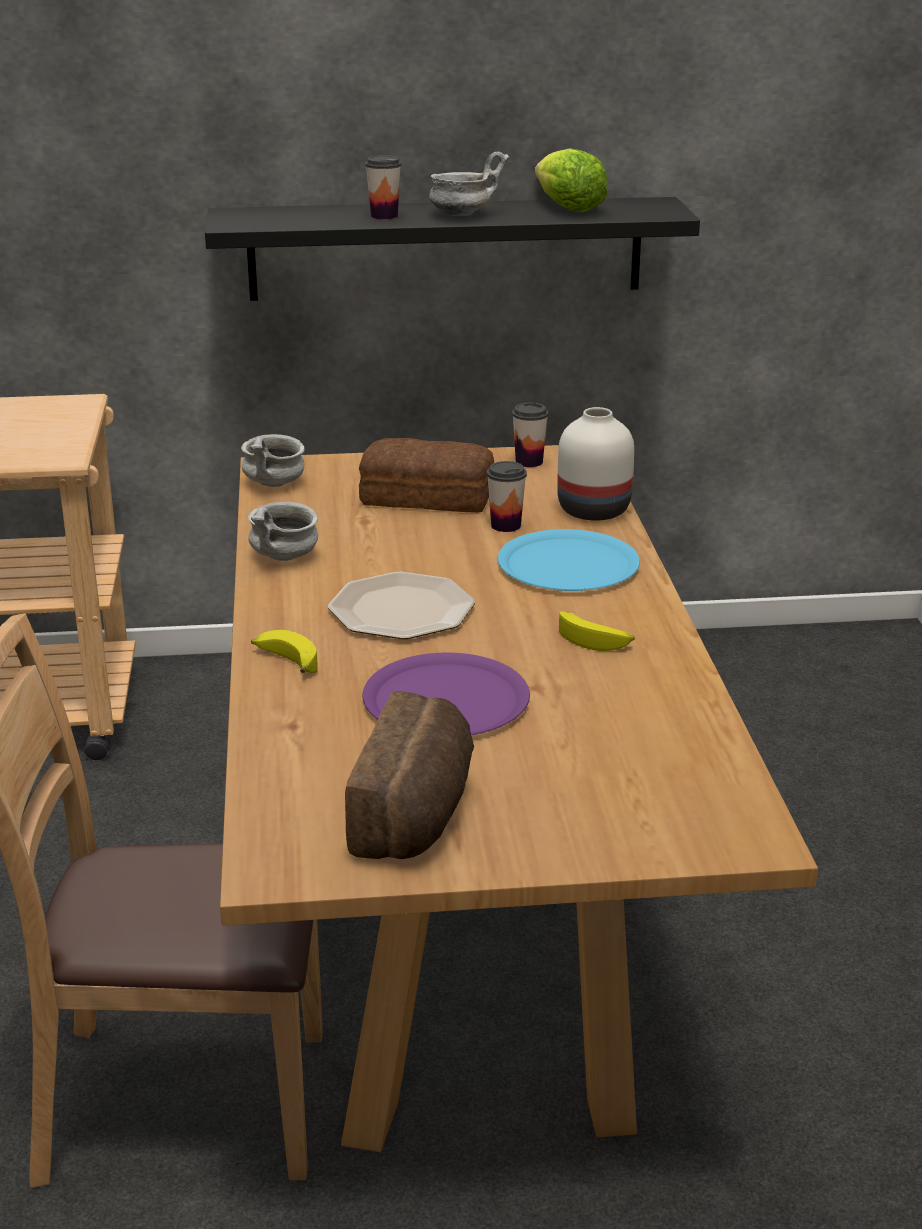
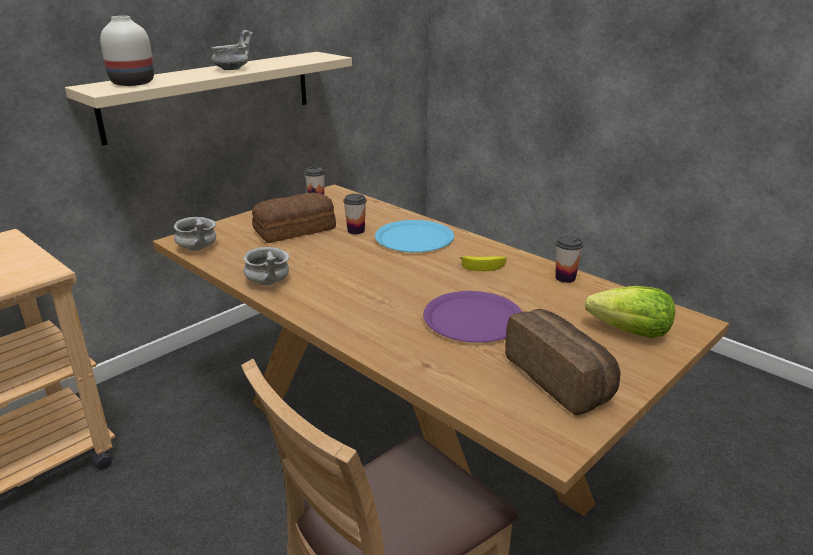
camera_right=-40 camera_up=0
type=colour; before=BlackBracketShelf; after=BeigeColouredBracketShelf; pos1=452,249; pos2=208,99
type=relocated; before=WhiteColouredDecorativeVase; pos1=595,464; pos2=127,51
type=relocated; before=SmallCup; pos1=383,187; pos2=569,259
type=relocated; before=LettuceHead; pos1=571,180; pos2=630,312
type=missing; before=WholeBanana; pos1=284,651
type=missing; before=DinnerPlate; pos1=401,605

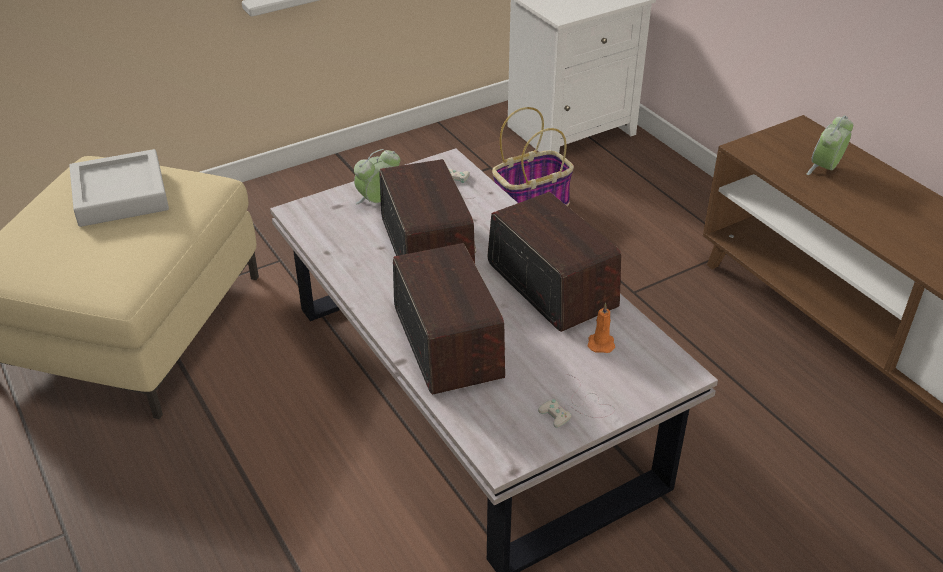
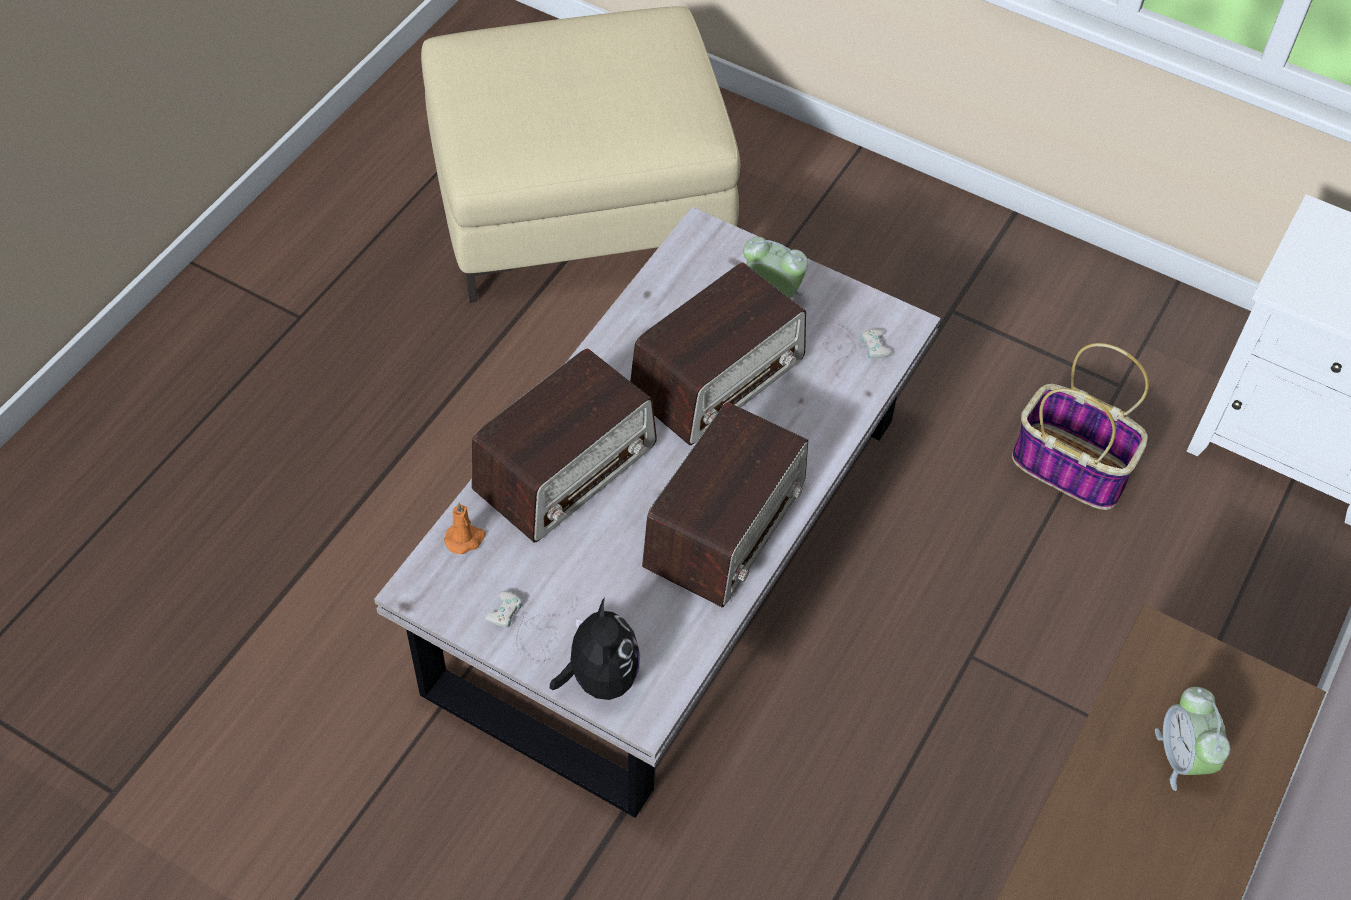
camera_right=60 camera_up=15
type=relocated; before=OrangeyCandle; pos1=601,328; pos2=465,528
type=appeared; after=PlushToy; pos2=595,648
type=spun; before=AlarmClock; pos1=830,145; pos2=1192,739; turn=-105
type=missing; before=GreyServingTray; pos1=119,188

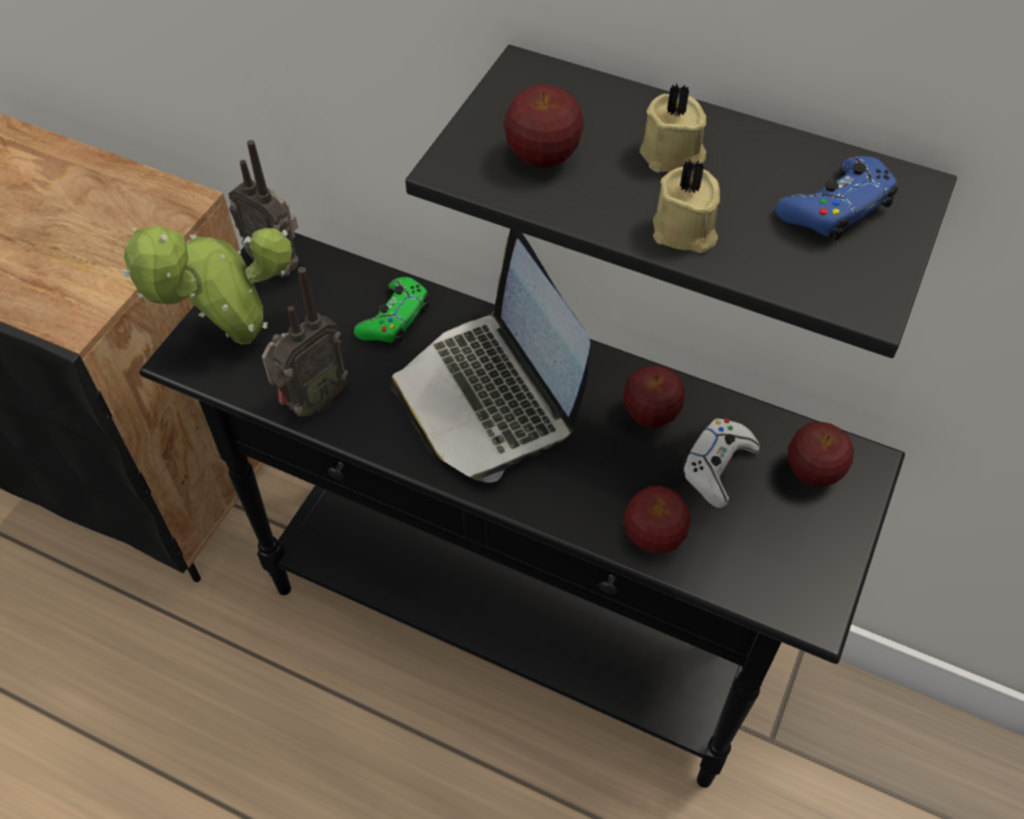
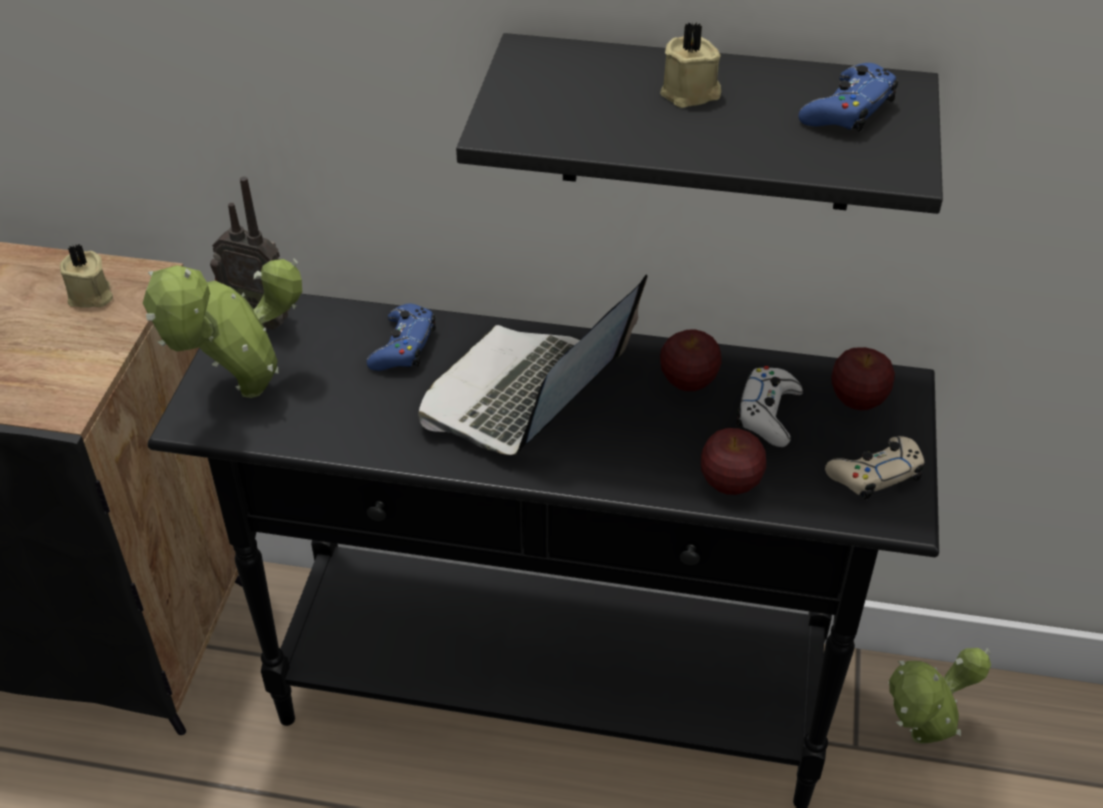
camera_right=-15 camera_up=-10
type=relocated; before=BeigeColouredCandle; pos1=686,206; pos2=86,276
type=colour; before=GreenJoypad; after=BluishJoypad; pos1=392,310; pos2=401,337
type=spun; before=NotebookComputer; pos1=490,356; pos2=532,364; turn=75
type=appeared; after=BeigeColouredJoypad; pos2=874,468
type=appeared; after=PlantInAPot; pos2=940,696
type=missing; before=RadioReceiver; pos1=305,342
type=missing; before=Apple; pos1=544,126

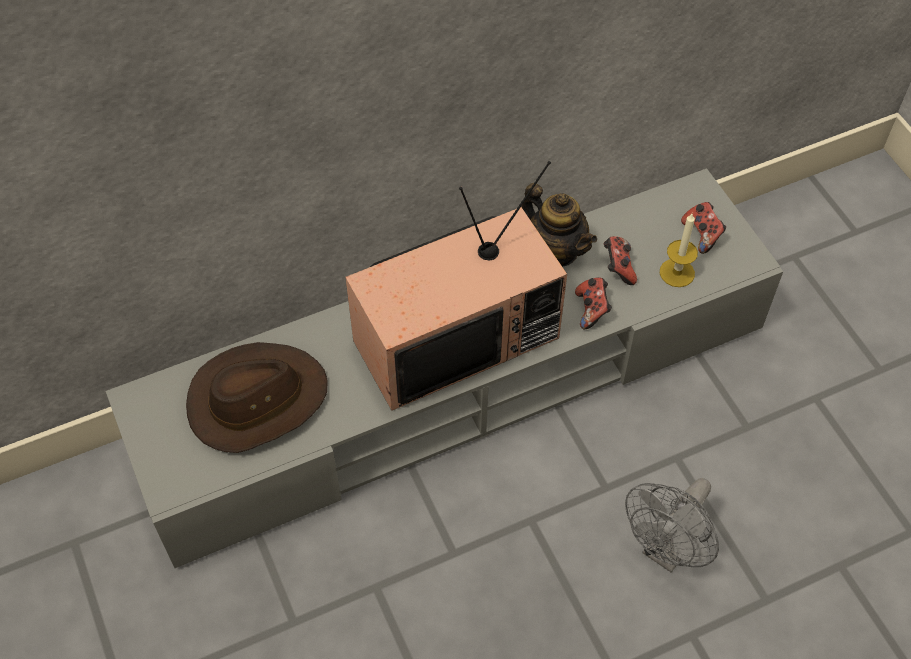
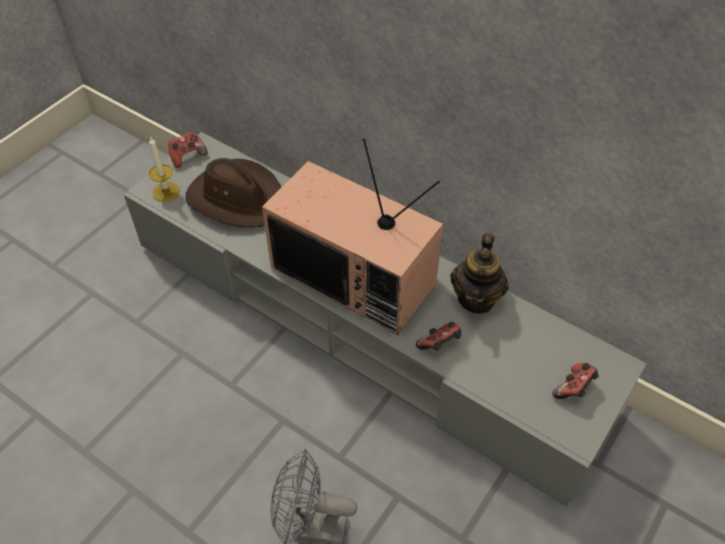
camera_right=60 camera_up=-5
type=relocated; before=Candle; pos1=679,250; pos2=164,169
type=relocated; before=Joypad; pos1=620,260; pos2=188,149

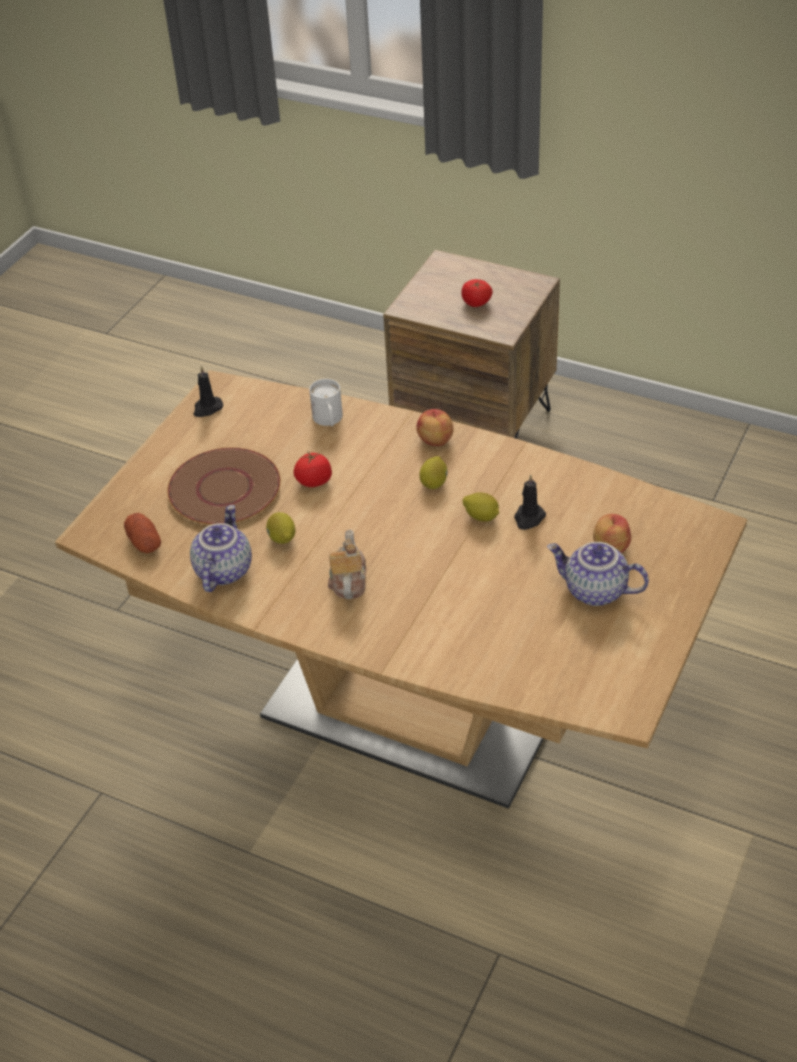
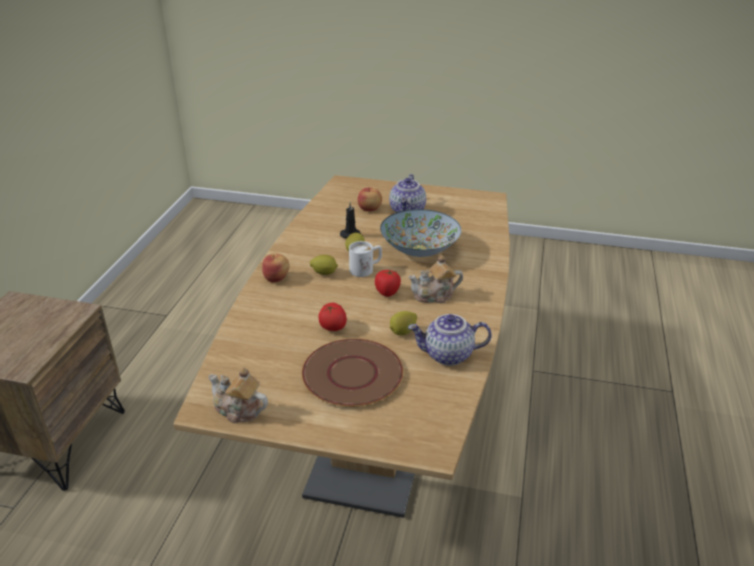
camera_right=-105 camera_up=-10
type=exchanged; before=BlackCandle; after=Teapot; pos1=208,391; pos2=238,395
type=relocated; before=WhiteColouredCoffeeMug; pos1=326,402; pos2=365,259
type=relocated; before=FreshTomato; pos1=477,293; pos2=388,283
type=appeared; after=ServingBowl; pos2=420,233
type=missing; before=Potato; pos1=142,533

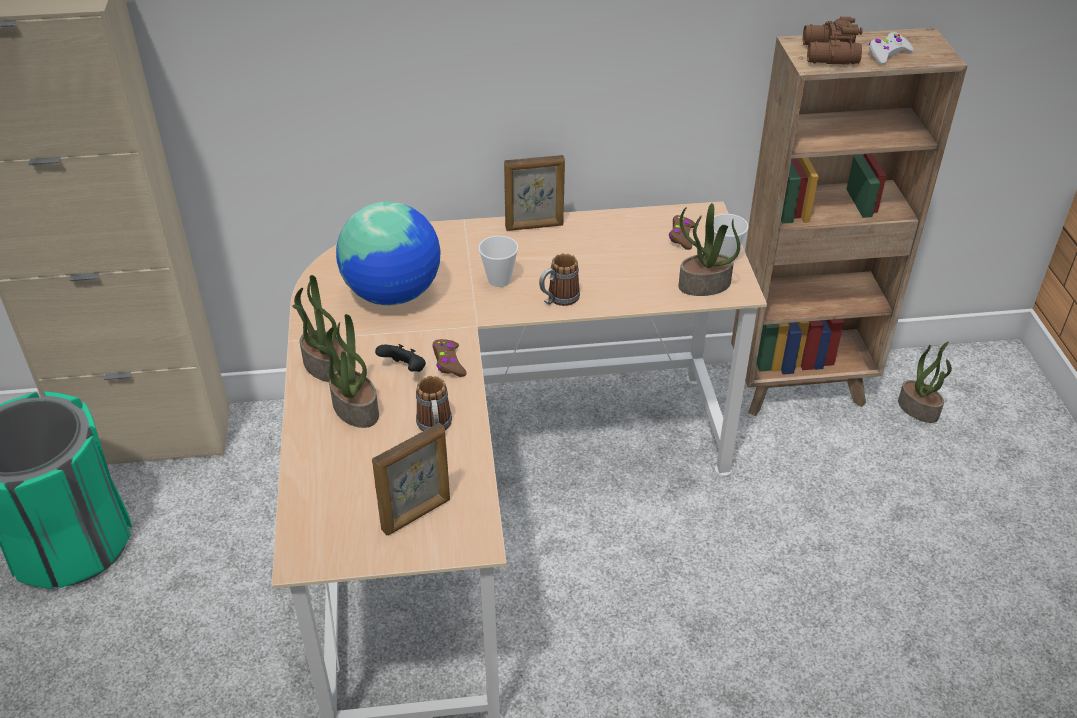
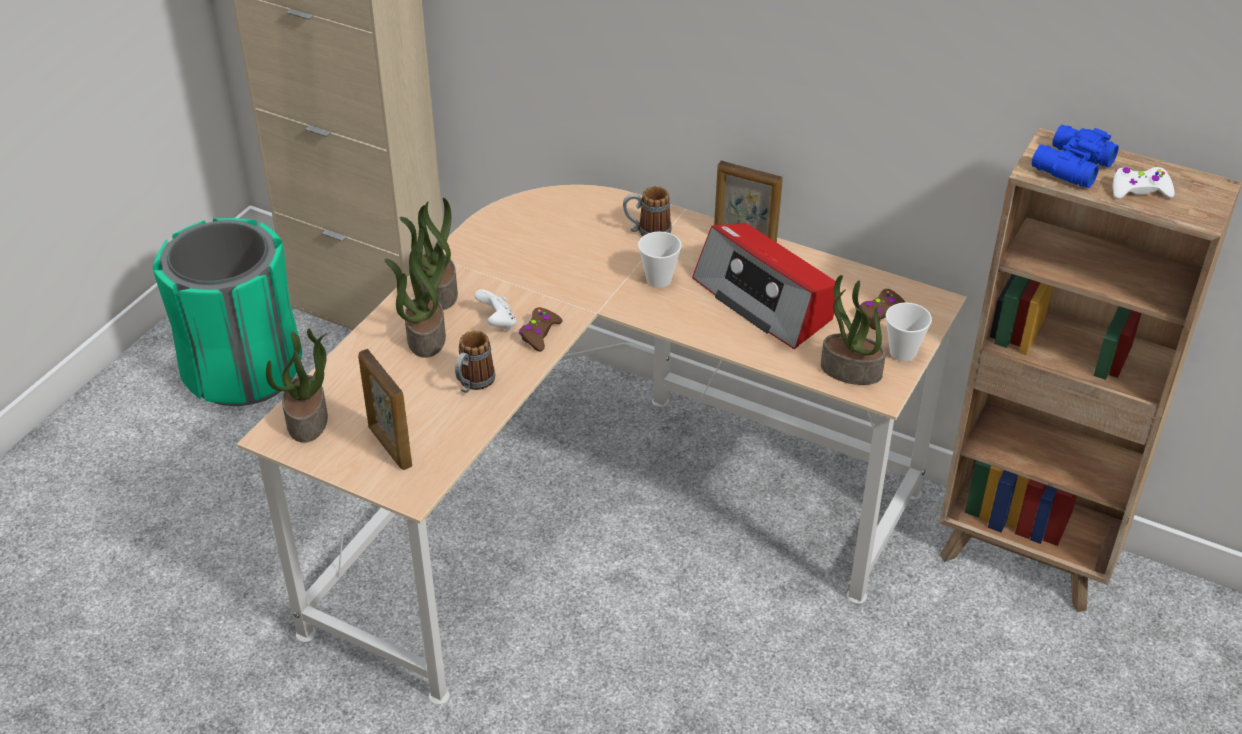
camera_right=35 camera_up=0
type=relocated; before=PlantInAPot; pos1=925,382; pos2=297,386
type=spun; before=PictureFrame; pos1=411,479; pos2=385,409; turn=60
type=colour; before=BlackJoypad; after=WhiteColouredJoypad; pos1=400,358; pos2=495,309
type=relocated; before=CoffeeMug; pos1=559,279; pos2=647,211
type=appeared; after=RadioReceiver; pos2=764,286
type=colour; before=BrownishPairOfBinoculars; after=BluishPairOfBinoculars; pos1=833,40; pos2=1075,156
type=missing; before=Globe; pos1=388,253

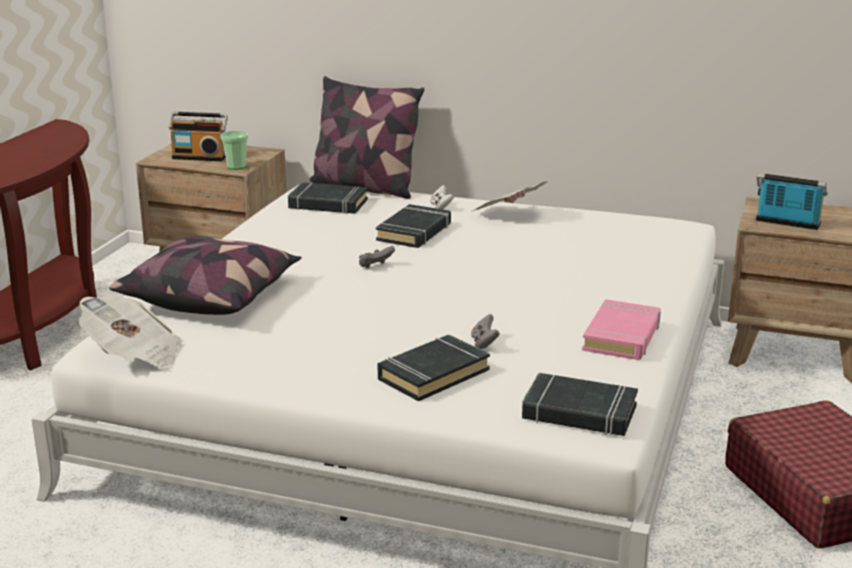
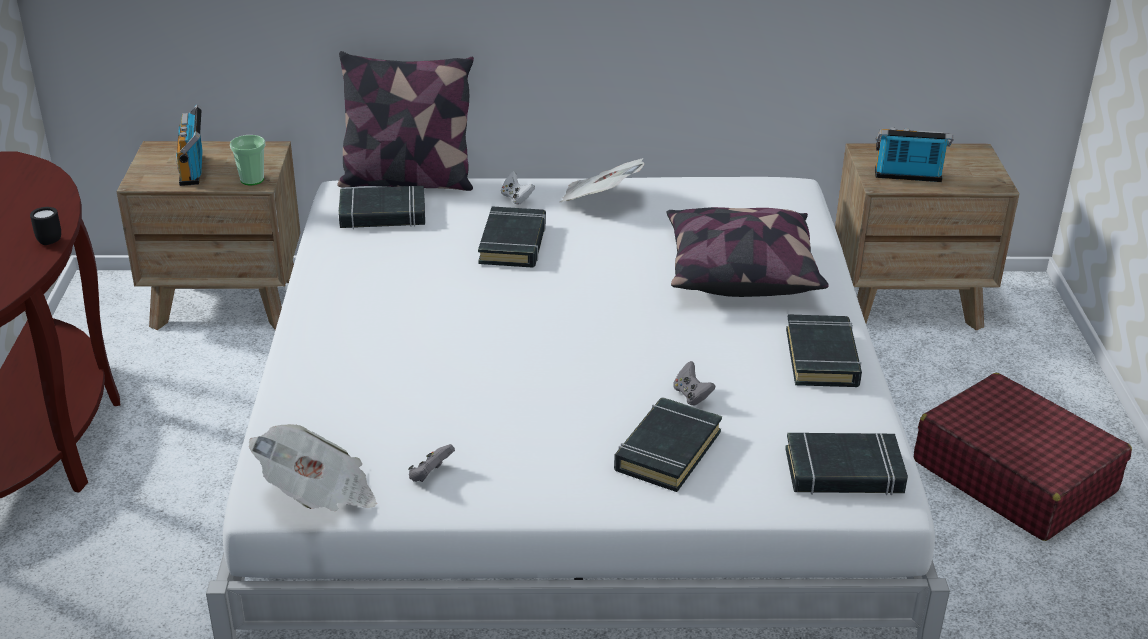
camera_right=-20 camera_up=10
type=appeared; after=BlackCoffeeMug; pos2=45,226
type=spun; before=RadioReceiver; pos1=198,136; pos2=189,145; turn=90
type=relocated; before=GreyJoypad; pos1=377,257; pos2=431,463
type=relocated; before=Cushion; pos1=205,275; pos2=747,252
type=colour; before=PinkBoundBook; after=BlackBoundBook; pos1=621,329; pos2=824,350

